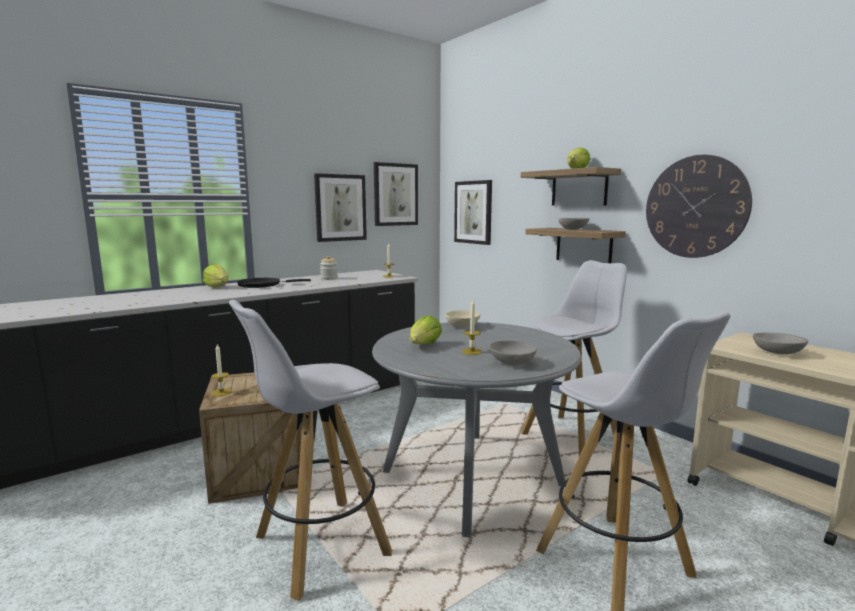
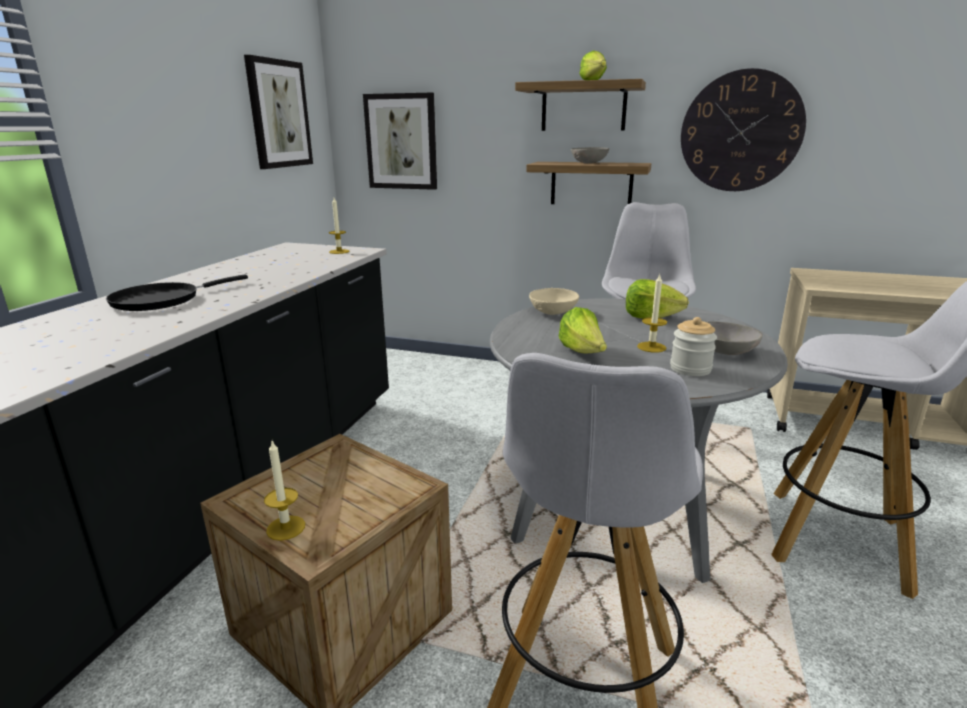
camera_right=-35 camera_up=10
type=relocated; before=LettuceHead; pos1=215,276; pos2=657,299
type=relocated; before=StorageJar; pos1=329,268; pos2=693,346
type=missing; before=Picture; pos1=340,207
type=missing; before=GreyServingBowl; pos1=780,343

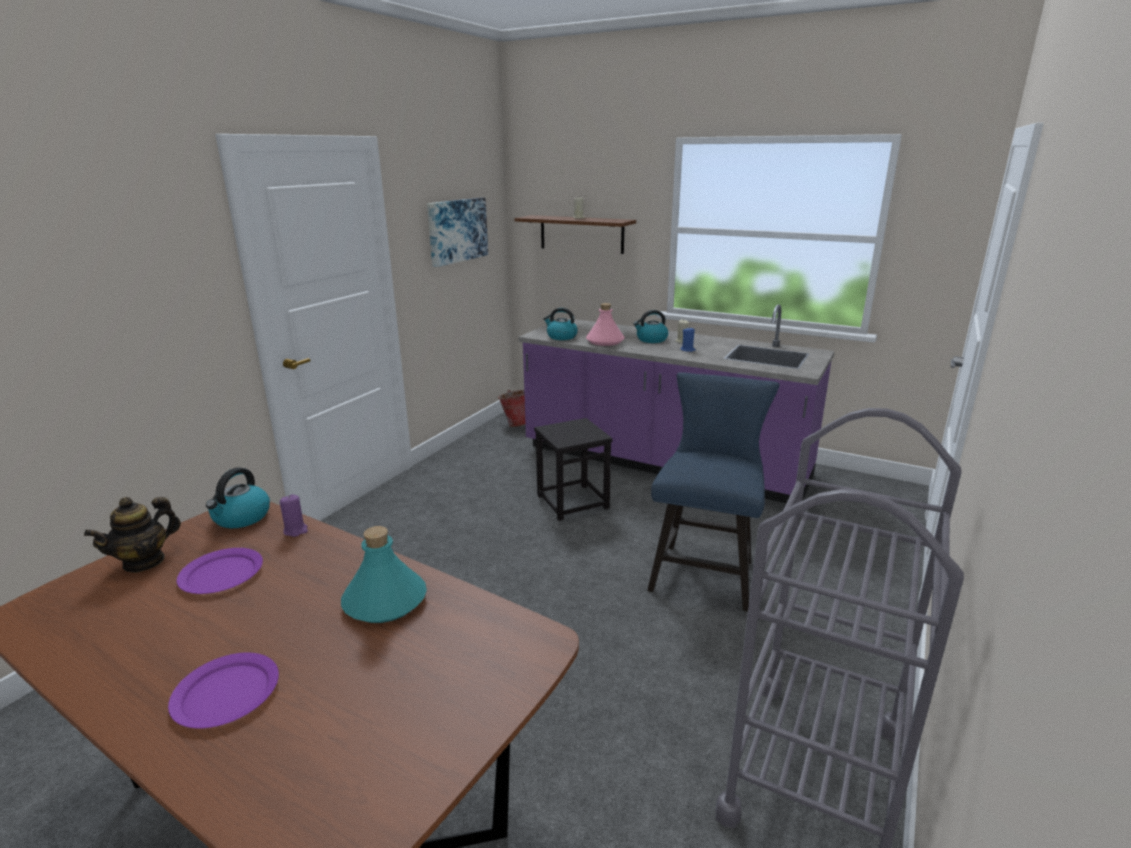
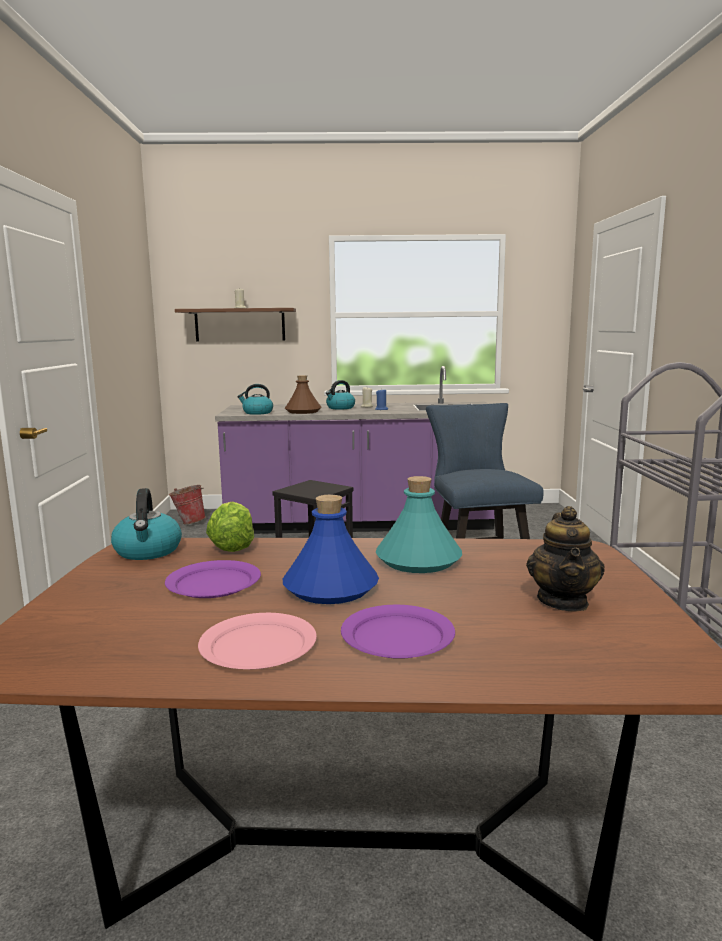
camera_right=-30 camera_up=-10
type=appeared; after=PinkDinnerPlate; pos2=257,641
type=exchanged; before=PurplishCandle; after=LettuceHead; pos1=294,515; pos2=230,527
type=appeared; after=BluishDrinkBottle; pos2=331,549
type=colour; before=PinkDrinkBottle; after=BrownishDrinkBottle; pos1=605,324; pos2=303,394
type=relocated; before=Teapot; pos1=132,535; pos2=565,559
type=missing; before=Picture; pos1=457,232

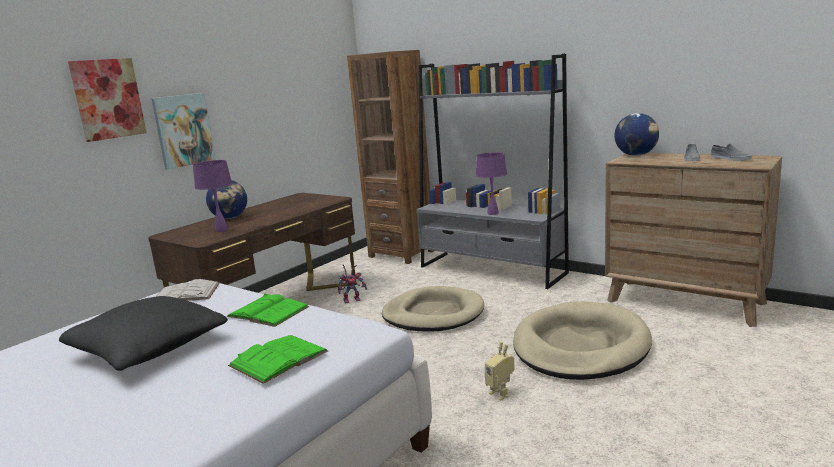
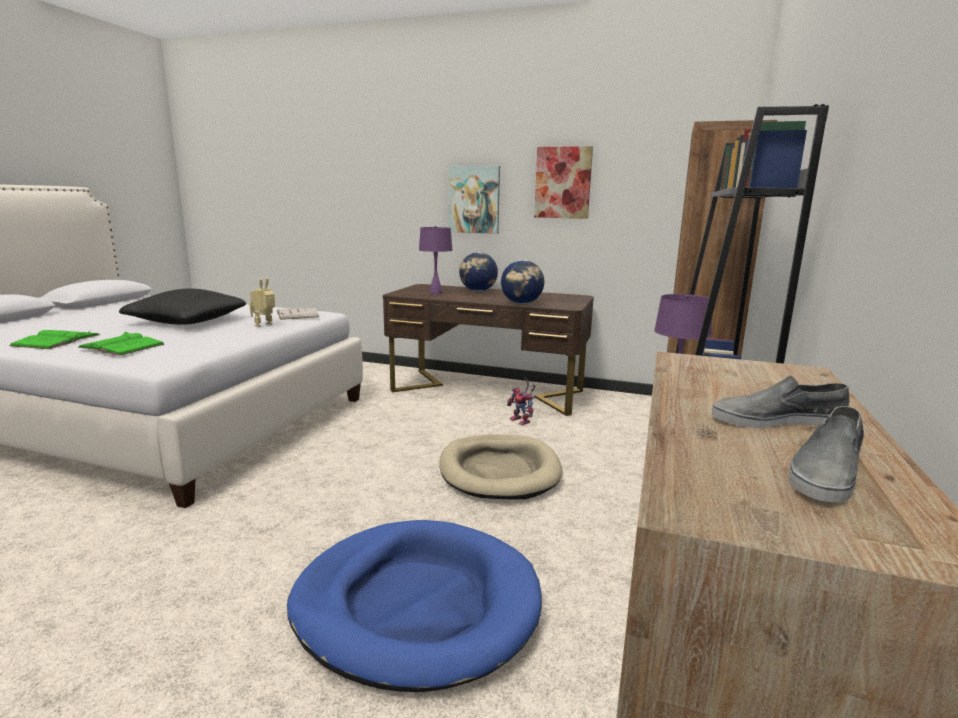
camera_right=70 camera_up=0
type=relocated; before=GreenBoundBook; pos1=267,310; pos2=54,339
type=relocated; before=ToyRobot; pos1=500,371; pos2=262,302
type=colour; before=BeigeColouredDogCushion; after=BluishDogCushion; pos1=582,340; pos2=414,606
type=relocated; before=Globe; pos1=636,134; pos2=522,282
type=relocated; before=Picture; pos1=107,100; pos2=563,182

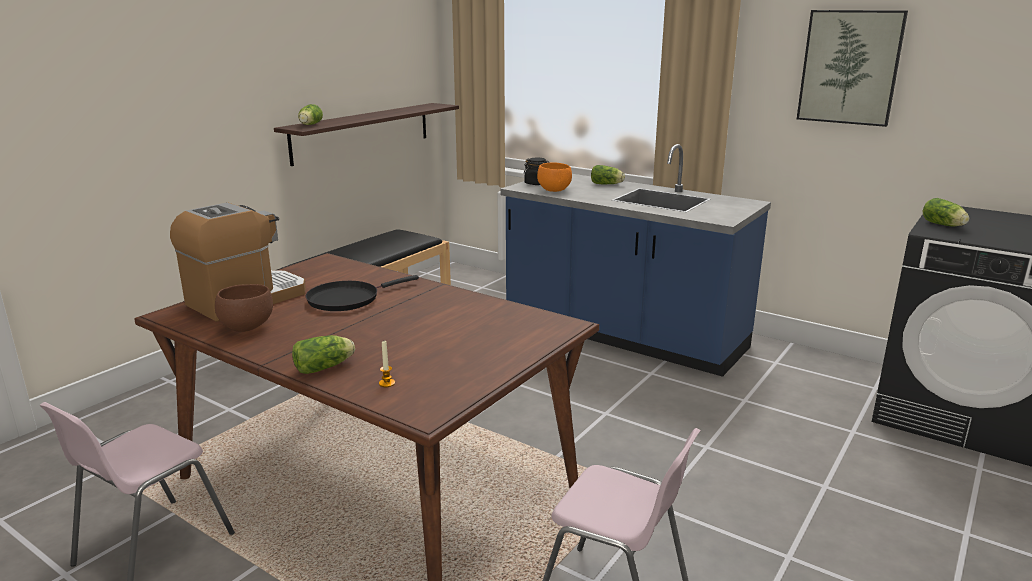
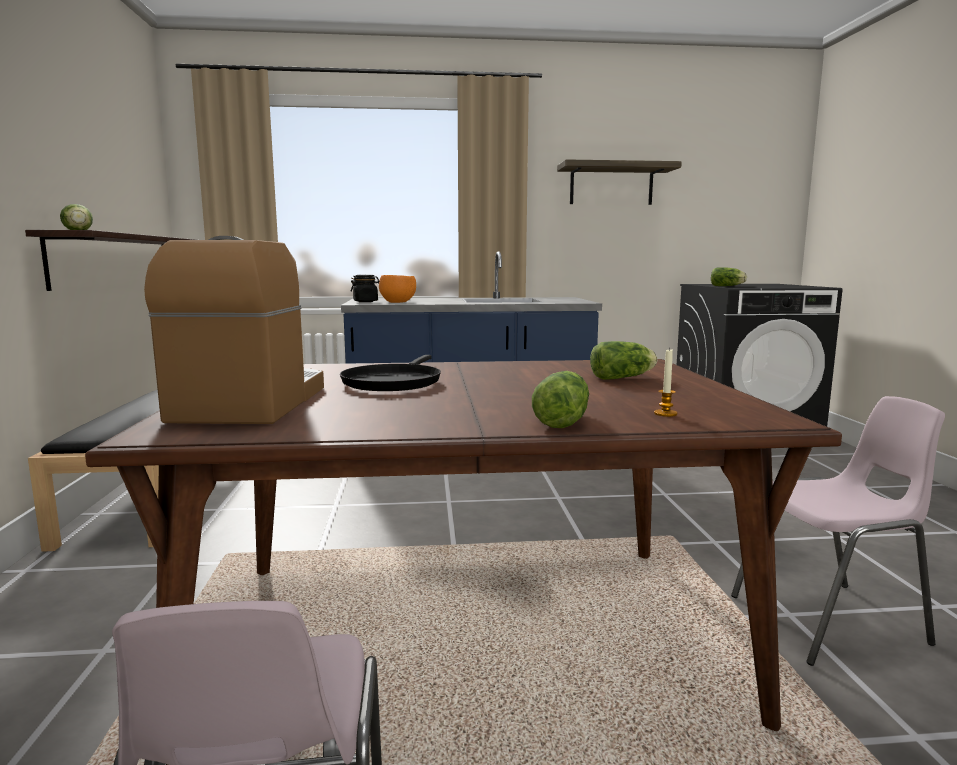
camera_right=-40 camera_up=-10
type=exchanged; before=Picture; after=BracketShelf; pos1=852,68; pos2=619,182
type=relocated; before=LettuceHead; pos1=608,174; pos2=623,360
type=missing; before=BrownishServingBowl; pos1=244,308

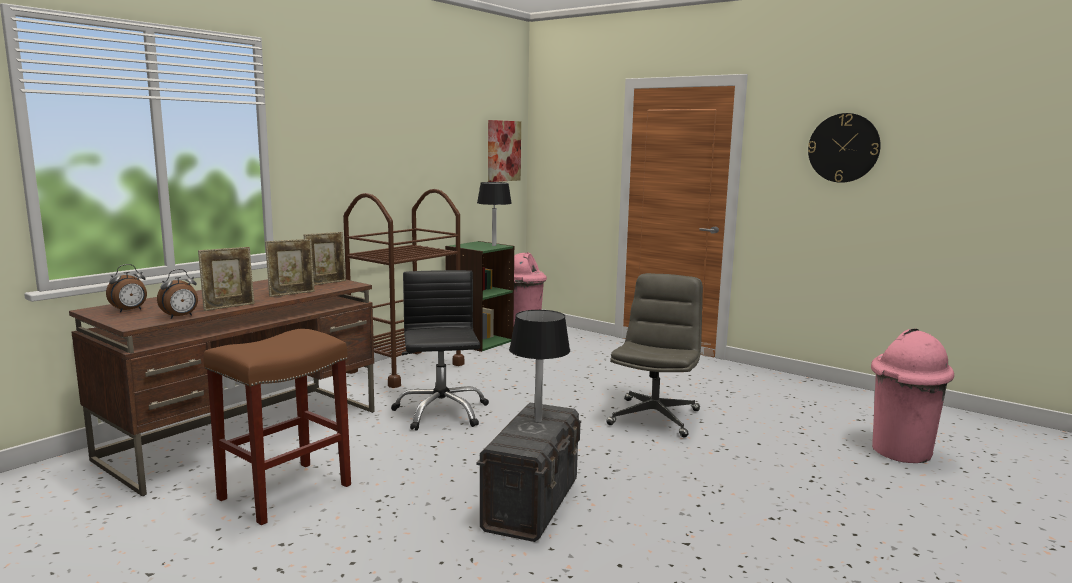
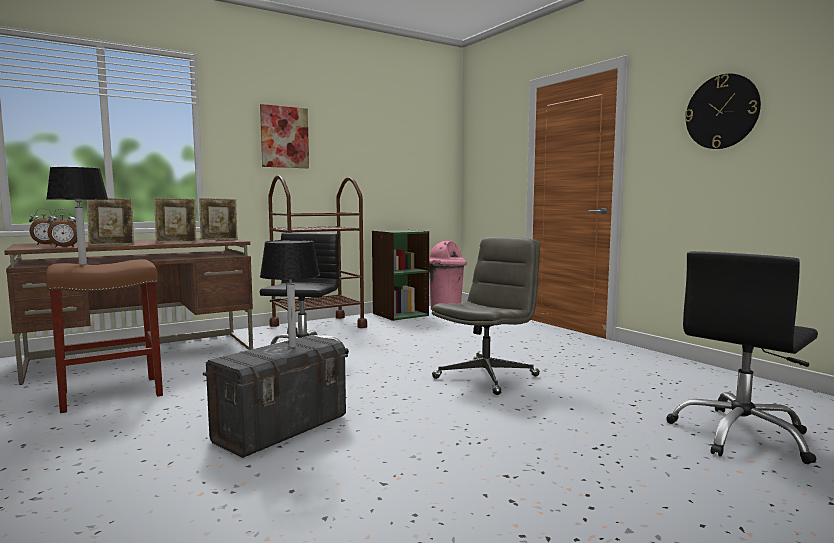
camera_right=20 camera_up=-5
type=relocated; before=BlackTabletopLamp; pos1=494,214; pos2=77,216
type=relocated; before=Picture; pos1=504,151; pos2=284,136
type=exchanged; before=PinkWasteBin; after=BlackComputerChair; pos1=912,395; pos2=742,357

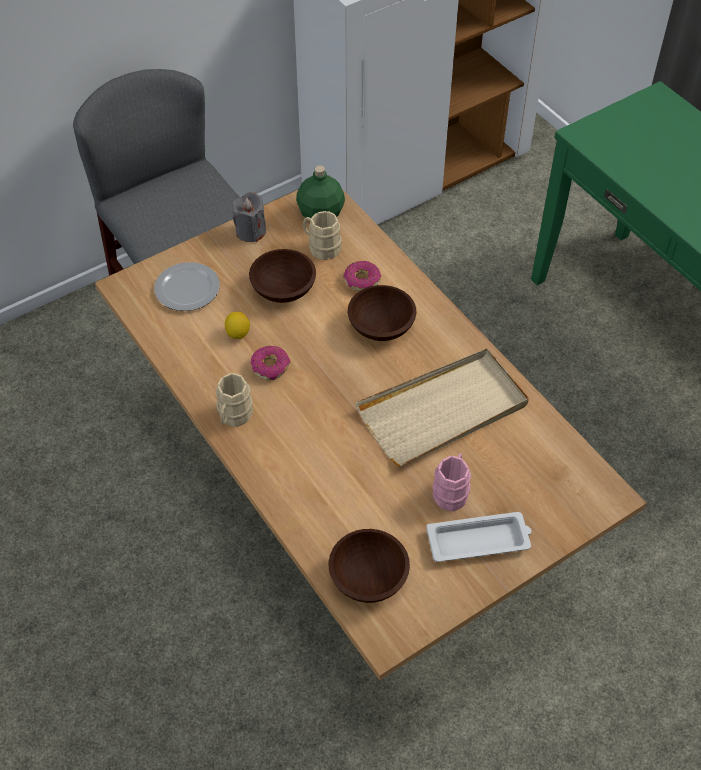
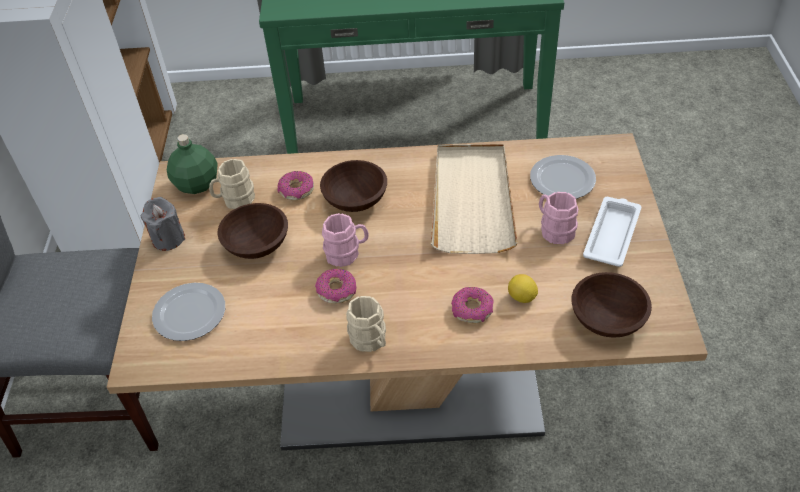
camera_right=-55 camera_up=-5
type=appeared; after=PinkCoffeeMug; pos2=345,240
type=appeared; after=Doughnut; pos2=472,305
type=relocated; before=WholeLemon; pos1=237,325; pos2=523,288
type=appeared; after=DinnerPlate; pos2=563,177

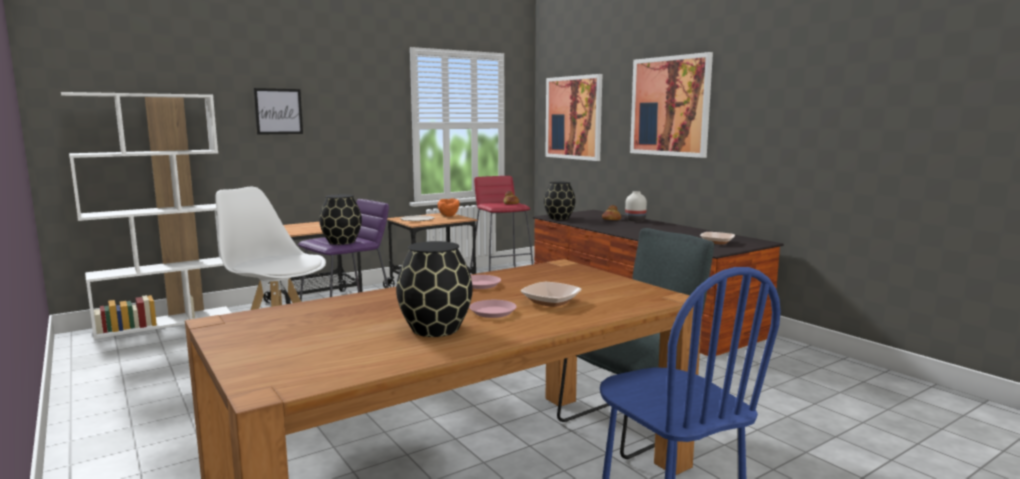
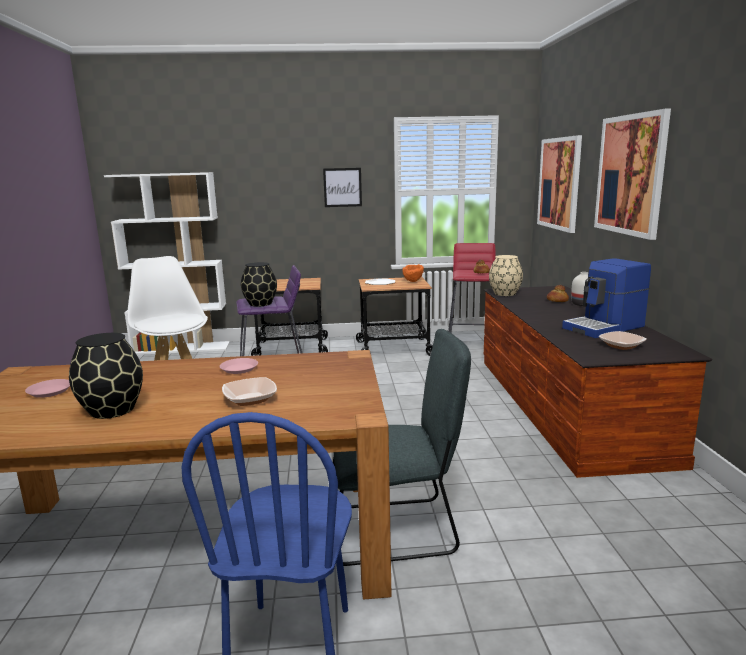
camera_right=30 camera_up=5
type=relocated; before=PinkDinnerPlate; pos1=493,309; pos2=47,388
type=relocated; before=Picture; pos1=278,111; pos2=342,187
type=colour; before=BlackDecorativeVase; after=BeigeColouredDecorativeVase; pos1=560,200; pos2=506,275
type=appeared; after=CoffeeBrewer; pos2=606,298

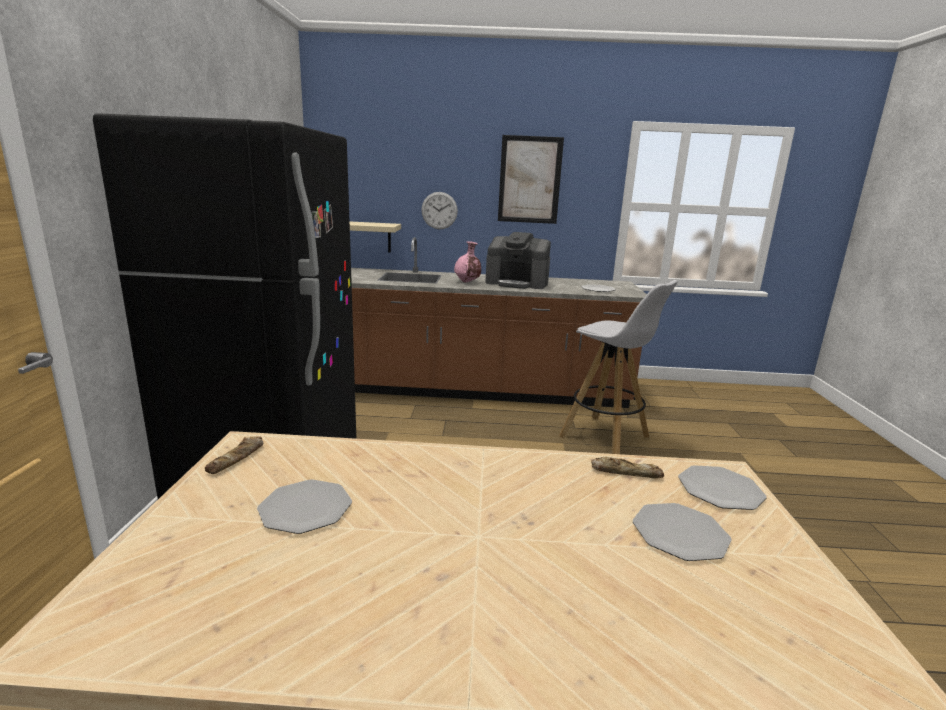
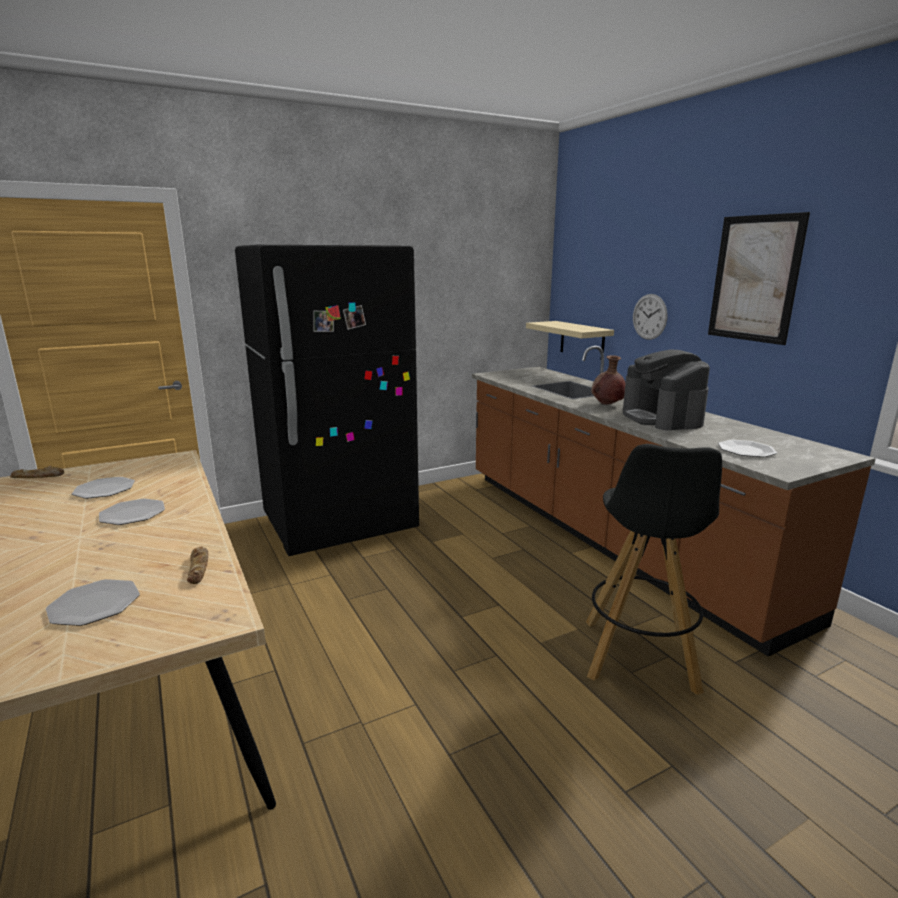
camera_right=60 camera_up=0
type=relocated; before=BakeryBread; pos1=234,455; pos2=37,471
type=relocated; before=DinnerPlate; pos1=722,487; pos2=132,512
type=colour; before=WhiteColouredStoolSeat; after=BlackStoolSeat; pos1=618,367; pos2=654,569
type=colour; before=PinkDecorativeVase; after=BrownishDecorativeVase; pos1=467,261; pos2=608,380

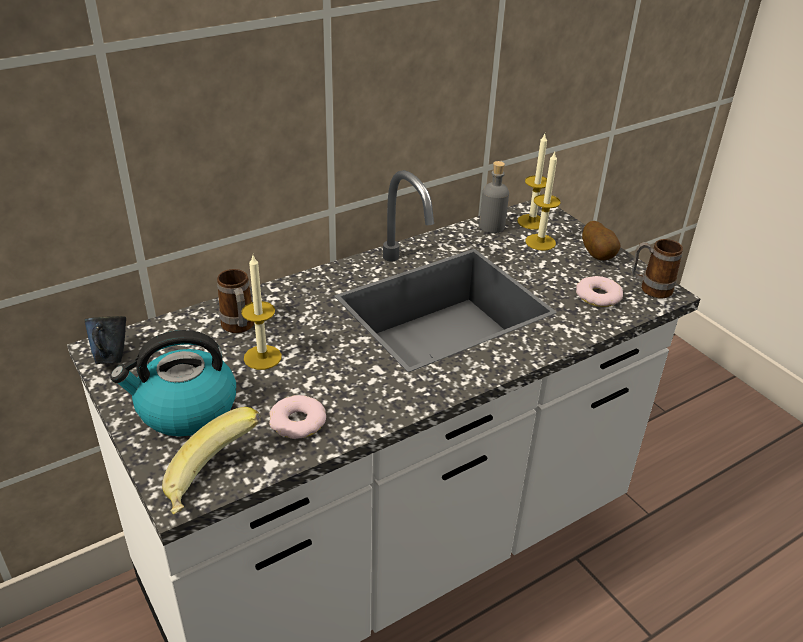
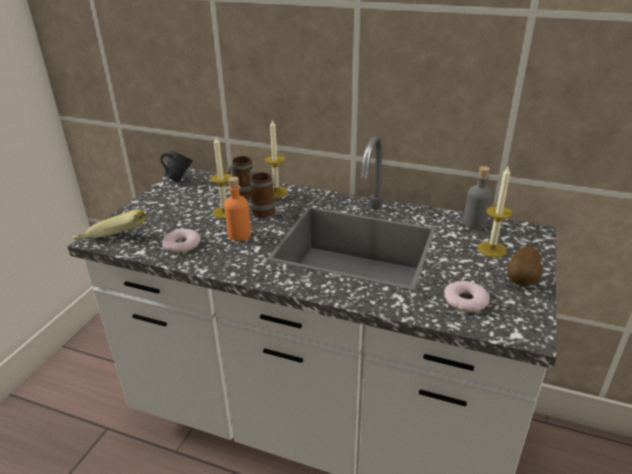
camera_right=55 camera_up=-5
type=appeared; after=OrangeyDrinkBottle; pos2=237,209
type=relocated; before=CoffeeMug; pos1=657,268; pos2=262,193
type=relocated; before=Candle; pos1=532,182; pos2=276,158
type=missing; before=WaterKettle; pos1=173,383

